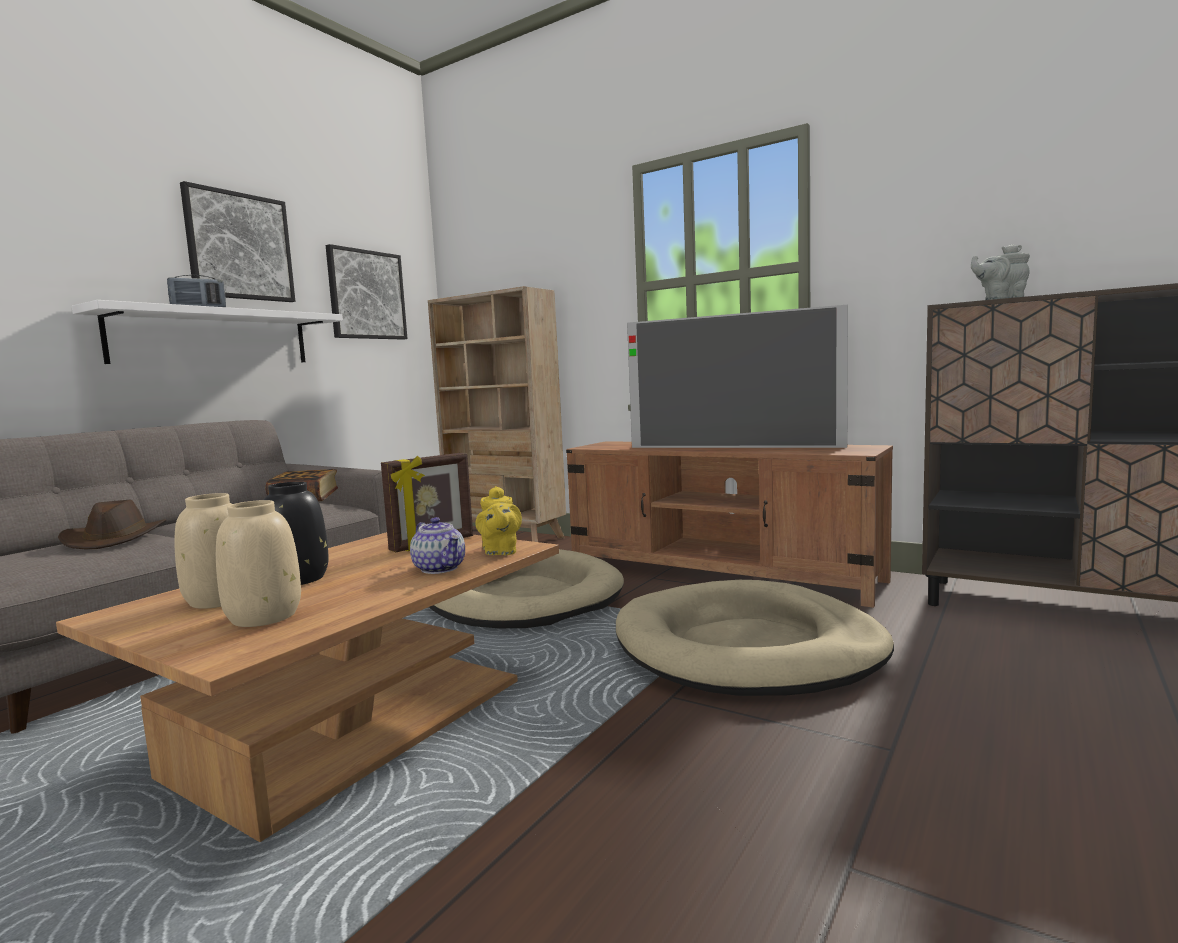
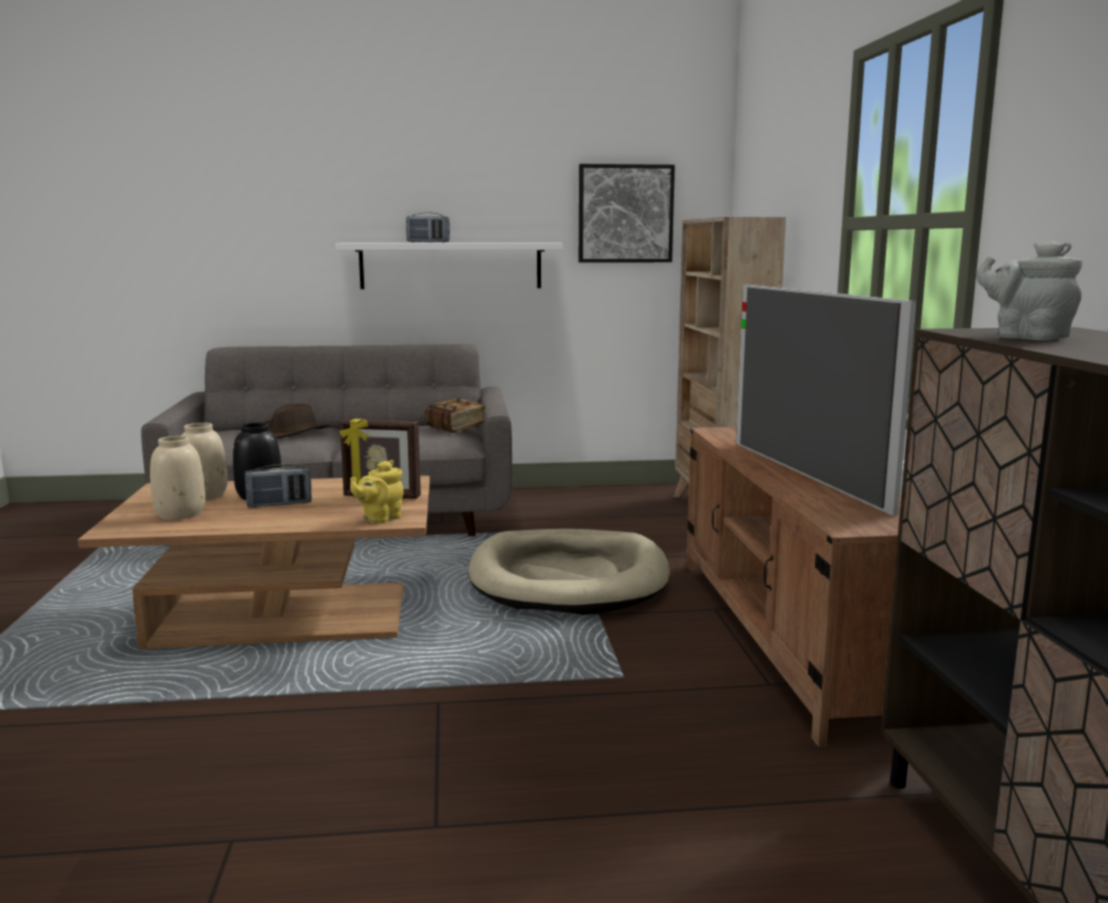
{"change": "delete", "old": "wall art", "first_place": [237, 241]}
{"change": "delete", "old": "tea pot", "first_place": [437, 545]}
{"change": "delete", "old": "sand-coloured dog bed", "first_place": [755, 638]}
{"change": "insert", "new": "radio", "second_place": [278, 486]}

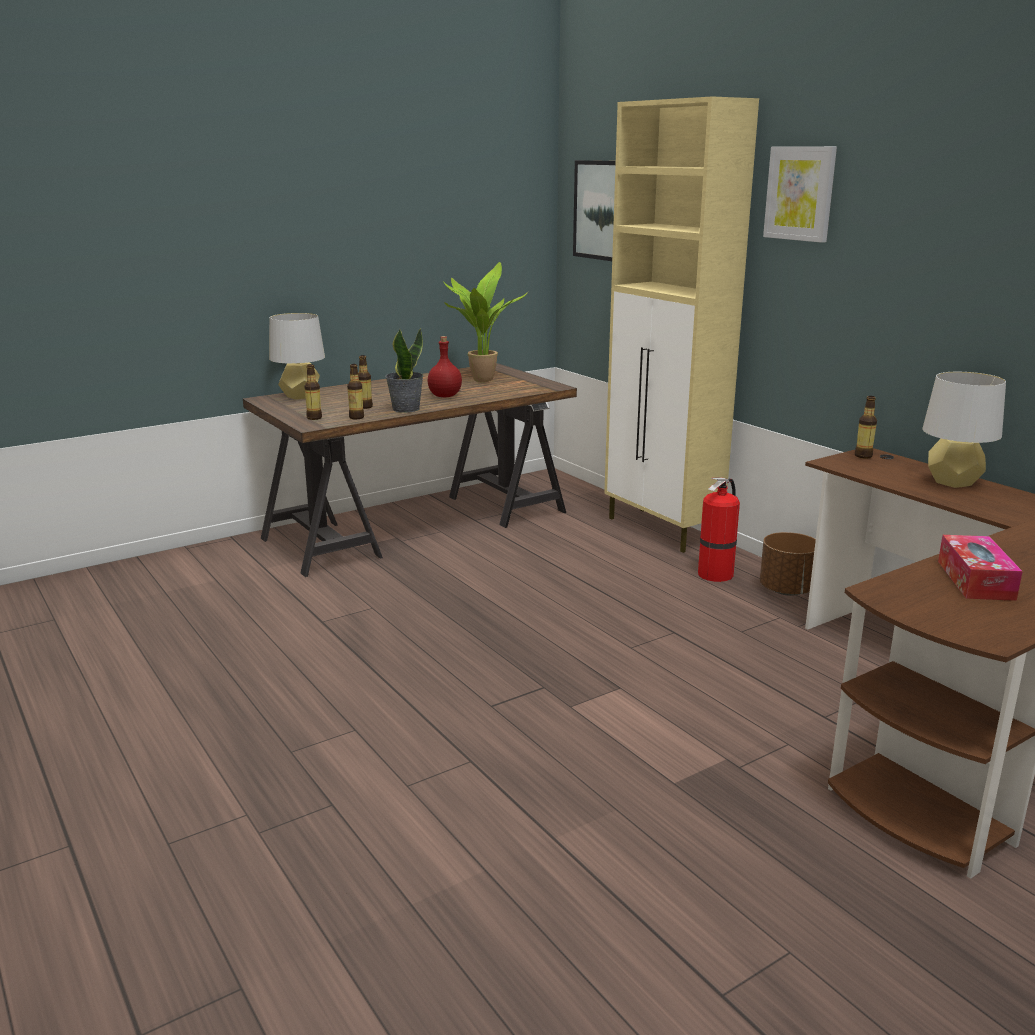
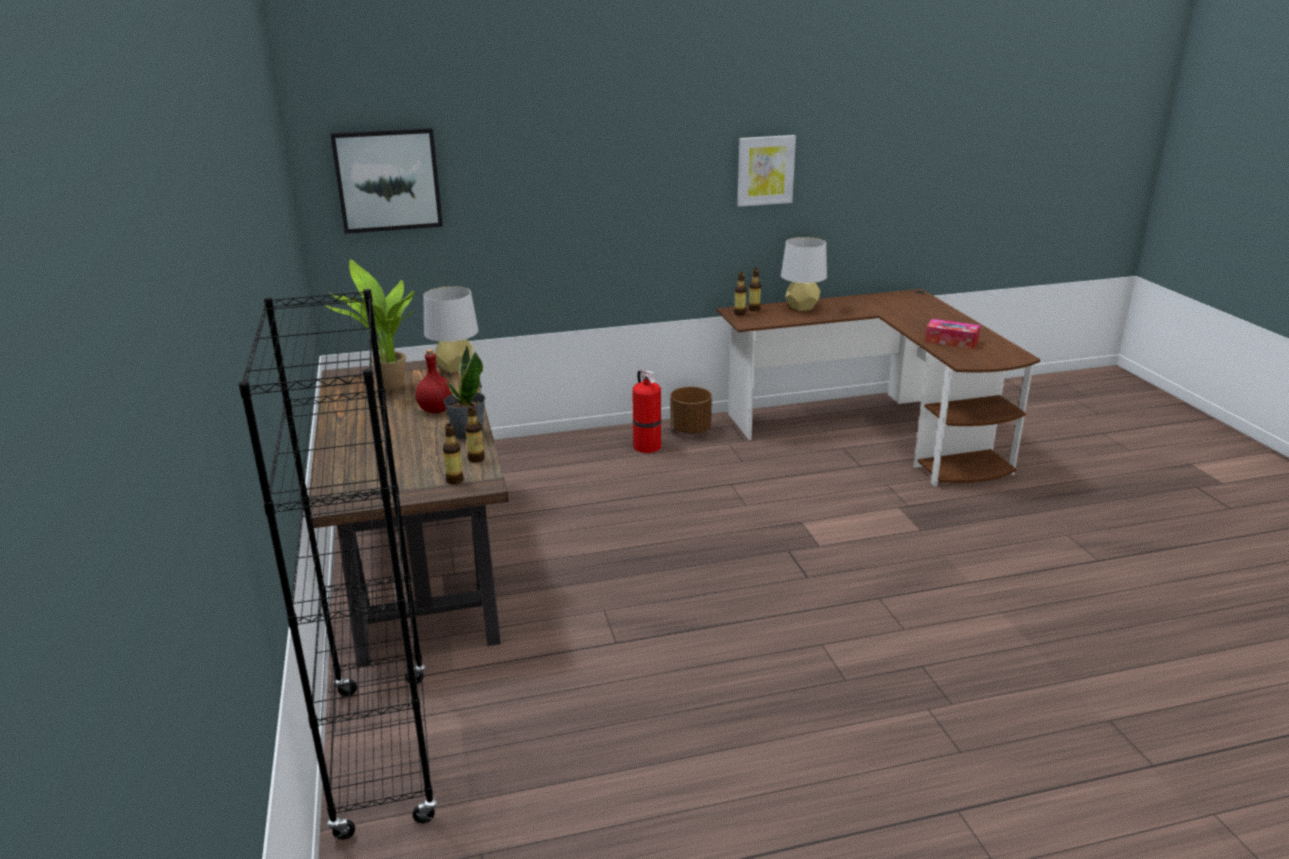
{"change": "move", "old": "greyish table lamp", "first_place": [297, 356], "second_place": [450, 329]}
{"change": "move", "old": "bottle", "first_place": [365, 382], "second_place": [755, 289]}
{"change": "delete", "old": "sand-coloured storage cabinet", "first_place": [681, 324]}
{"change": "move", "old": "wall art", "first_place": [800, 194], "second_place": [766, 171]}
{"change": "insert", "new": "black-coloured bookshelf", "second_place": [337, 564]}

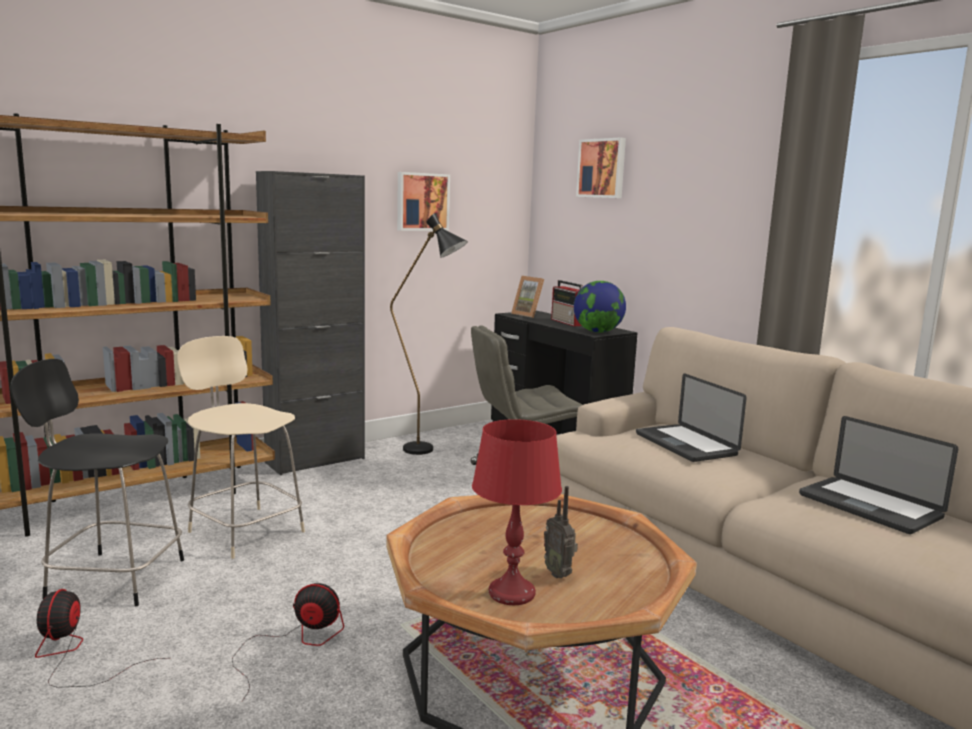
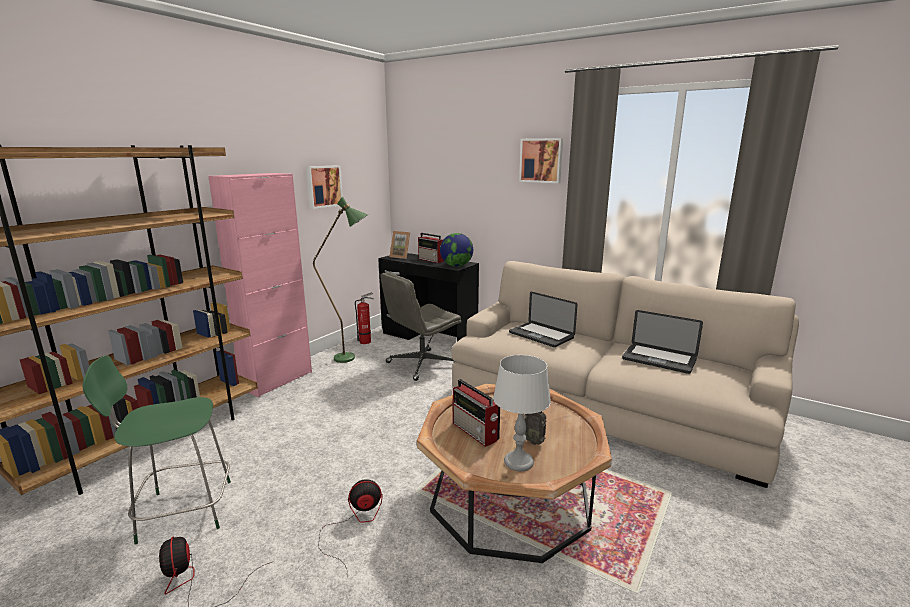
{"change": "recolor", "old": "black-coloured chair", "new": "greenish chair", "first_place": [97, 483], "second_place": [157, 450]}
{"change": "delete", "old": "sand-coloured chair", "first_place": [241, 447]}
{"change": "recolor", "old": "black-coloured storage cabinet", "new": "pink storage cabinet", "first_place": [310, 323], "second_place": [260, 285]}
{"change": "recolor", "old": "black-coloured standard lamp", "new": "greenish standard lamp", "first_place": [429, 334], "second_place": [340, 279]}
{"change": "recolor", "old": "red table lamp", "new": "greyish table lamp", "first_place": [517, 512], "second_place": [522, 413]}
{"change": "move", "old": "wall art", "first_place": [601, 167], "second_place": [541, 160]}
{"change": "insert", "new": "fire-fighting cylinder", "second_place": [364, 318]}
{"change": "insert", "new": "radio", "second_place": [476, 413]}

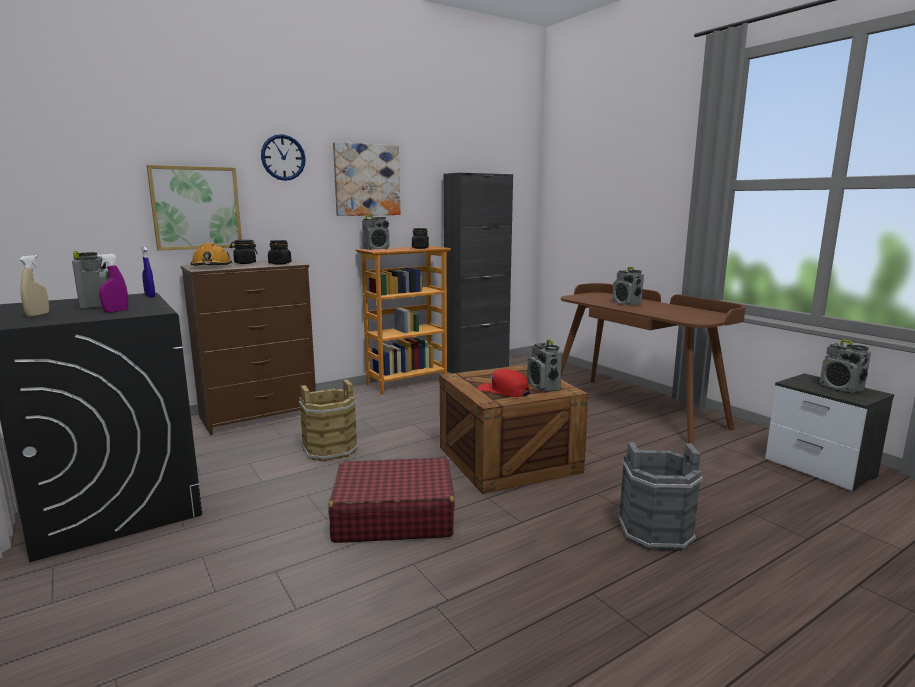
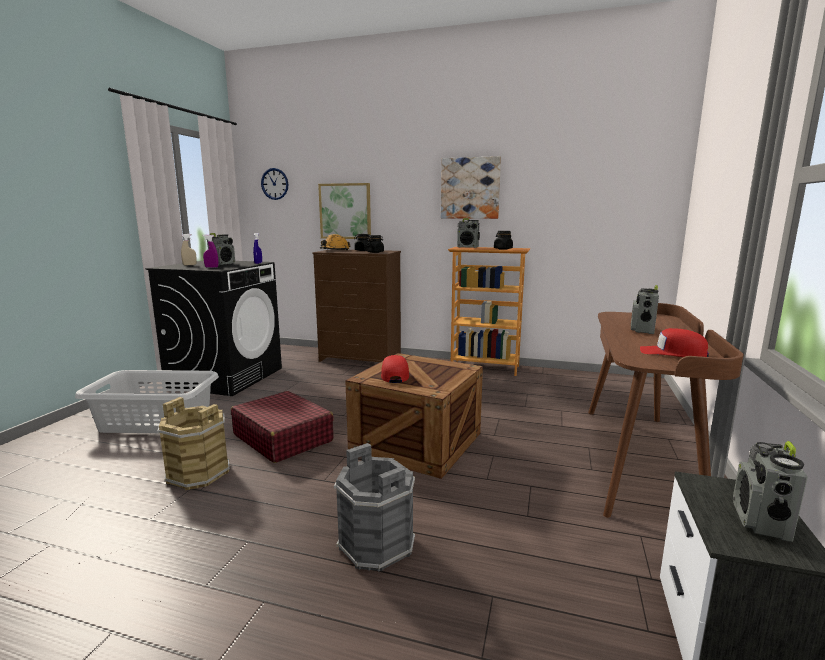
{"change": "move", "old": "wall clock", "first_place": [283, 157], "second_place": [274, 184]}
{"change": "move", "old": "brown water bucket", "first_place": [328, 420], "second_place": [193, 443]}
{"change": "delete", "old": "black-coloured storage cabinet", "first_place": [478, 273]}
{"change": "delete", "old": "radio", "first_place": [544, 365]}
{"change": "insert", "new": "greyish hamper", "second_place": [147, 401]}
{"change": "insert", "new": "red cap", "second_place": [674, 342]}

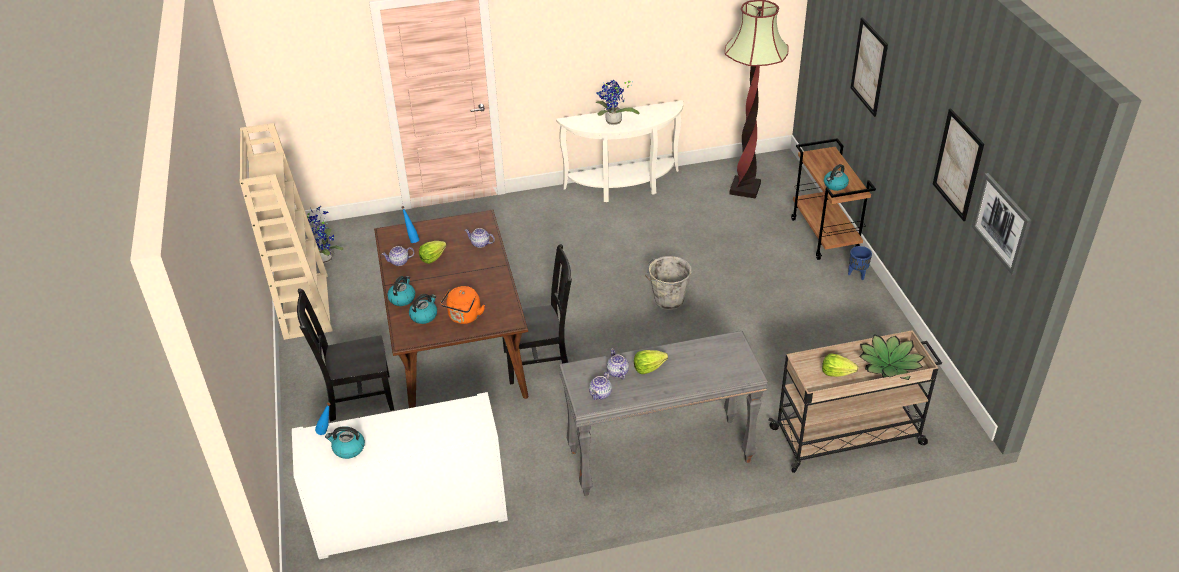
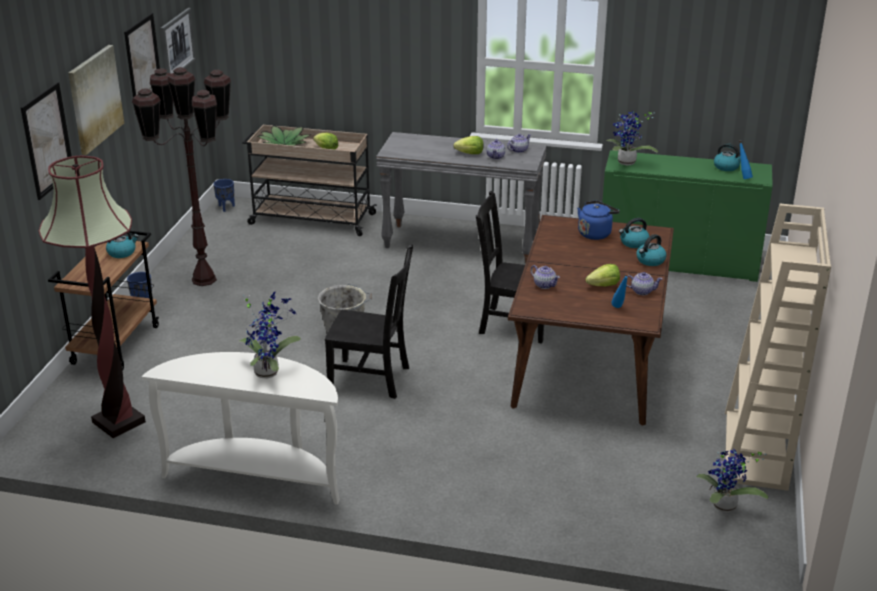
{"change": "recolor", "old": "white storage cabinet", "new": "greenish storage cabinet", "first_place": [400, 475], "second_place": [687, 216]}
{"change": "move", "old": "black-coloured chair", "first_place": [345, 355], "second_place": [369, 322]}
{"change": "recolor", "old": "orange-coloured water kettle", "new": "bluish water kettle", "first_place": [462, 305], "second_place": [598, 220]}
{"change": "insert", "new": "wall art", "second_place": [96, 100]}
{"change": "insert", "new": "brown standard lamp", "second_place": [181, 176]}
{"change": "insert", "new": "bluish flower pot", "second_place": [224, 195]}
{"change": "insert", "new": "houseplant", "second_place": [632, 138]}

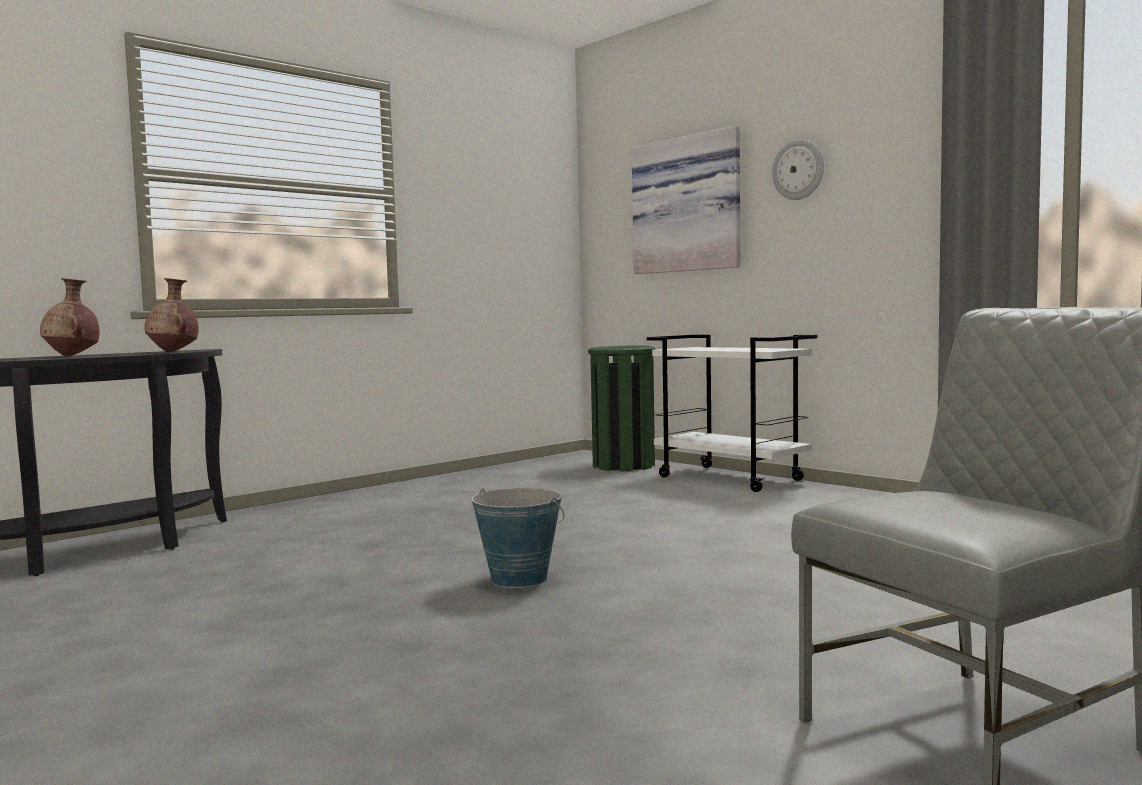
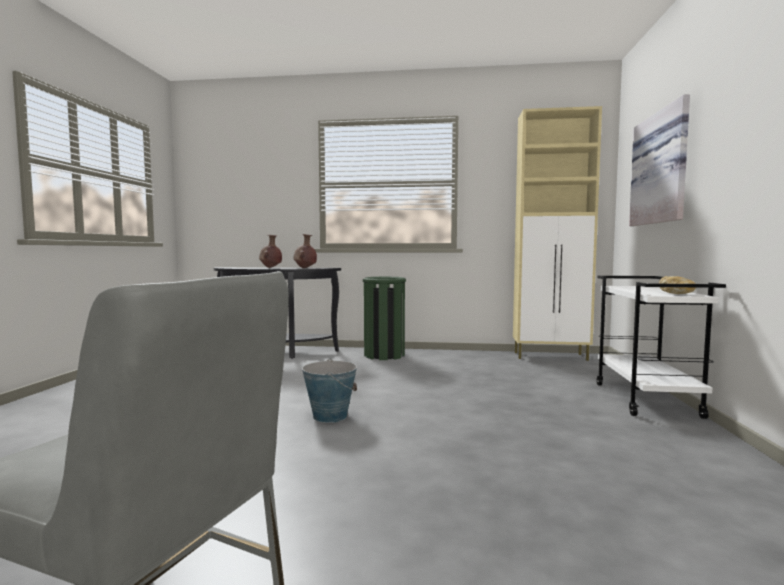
{"change": "move", "old": "greenish trash can", "first_place": [621, 408], "second_place": [384, 318]}
{"change": "delete", "old": "wall clock", "first_place": [798, 169]}
{"change": "insert", "new": "sand-coloured storage cabinet", "second_place": [557, 233]}
{"change": "insert", "new": "baked bread", "second_place": [677, 285]}

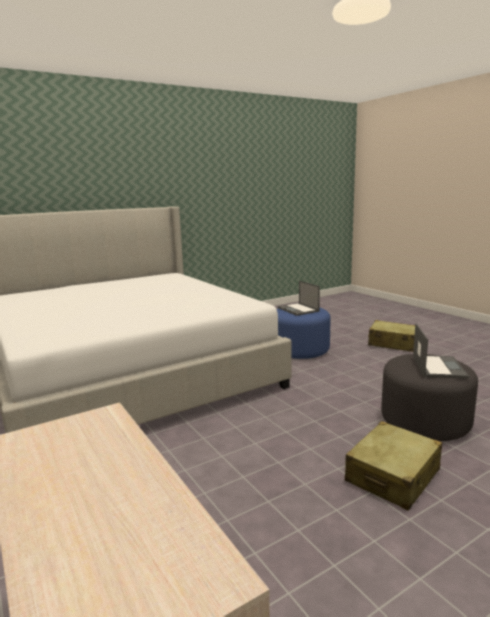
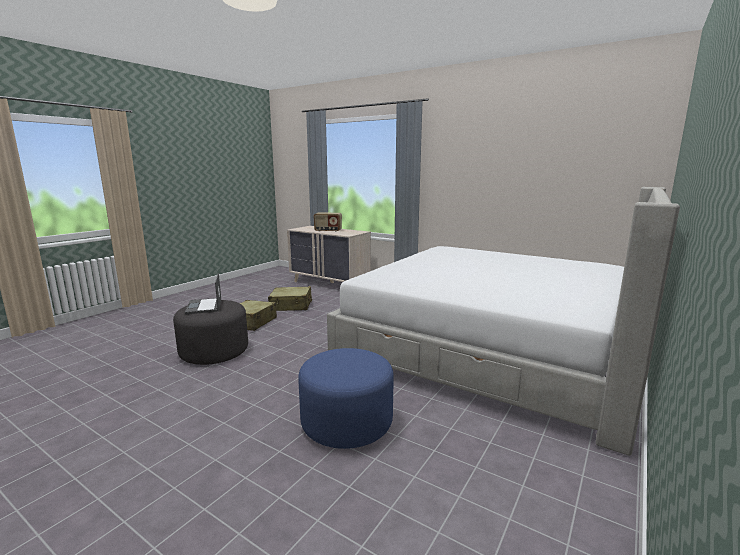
{"change": "delete", "old": "portable computer", "first_place": [299, 298]}
{"change": "move", "old": "sand-coloured travel case", "first_place": [391, 336], "second_place": [290, 298]}
{"change": "insert", "new": "radio", "second_place": [327, 222]}

